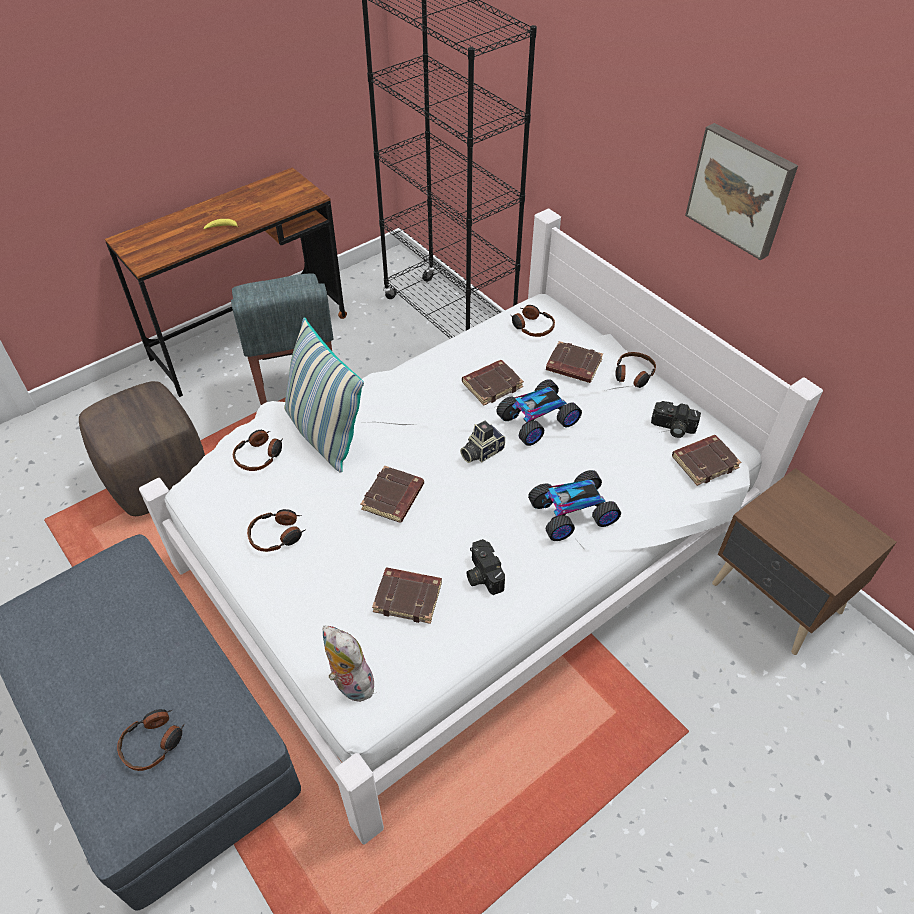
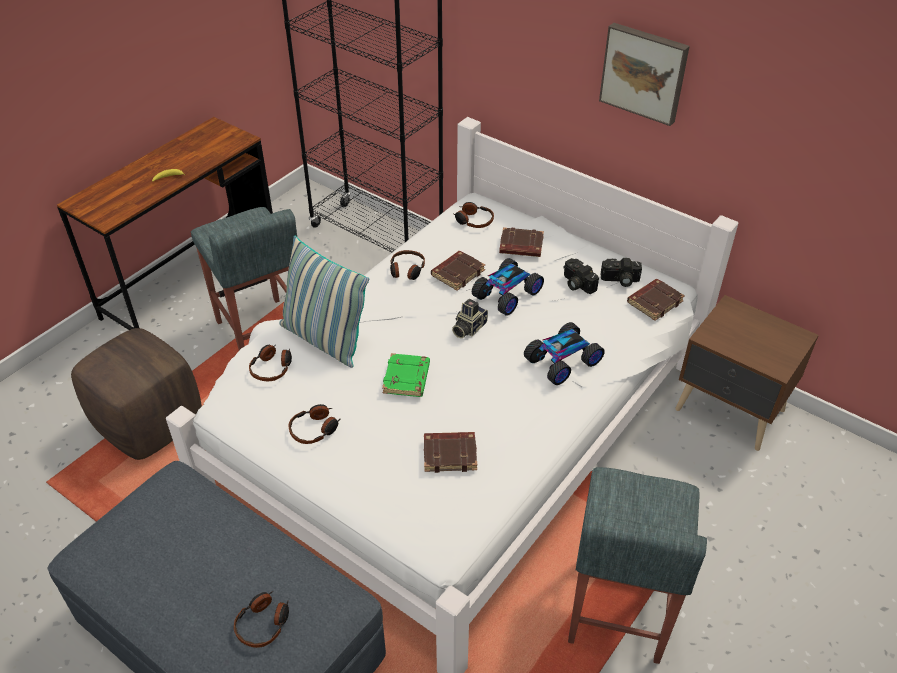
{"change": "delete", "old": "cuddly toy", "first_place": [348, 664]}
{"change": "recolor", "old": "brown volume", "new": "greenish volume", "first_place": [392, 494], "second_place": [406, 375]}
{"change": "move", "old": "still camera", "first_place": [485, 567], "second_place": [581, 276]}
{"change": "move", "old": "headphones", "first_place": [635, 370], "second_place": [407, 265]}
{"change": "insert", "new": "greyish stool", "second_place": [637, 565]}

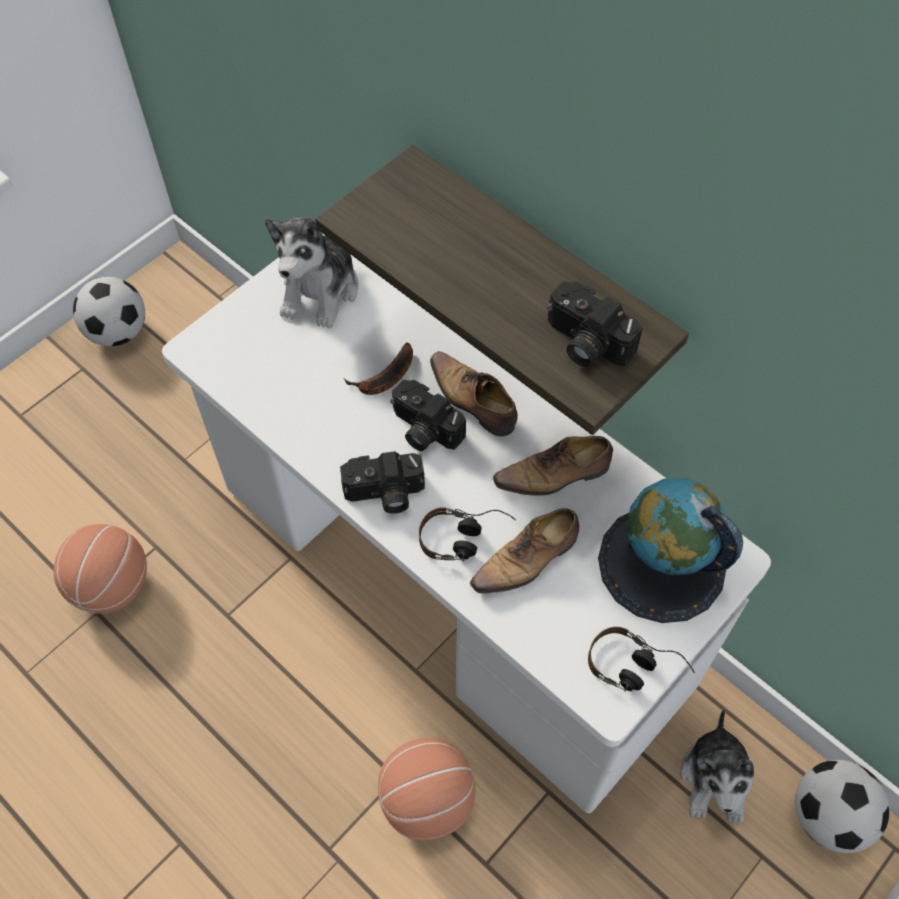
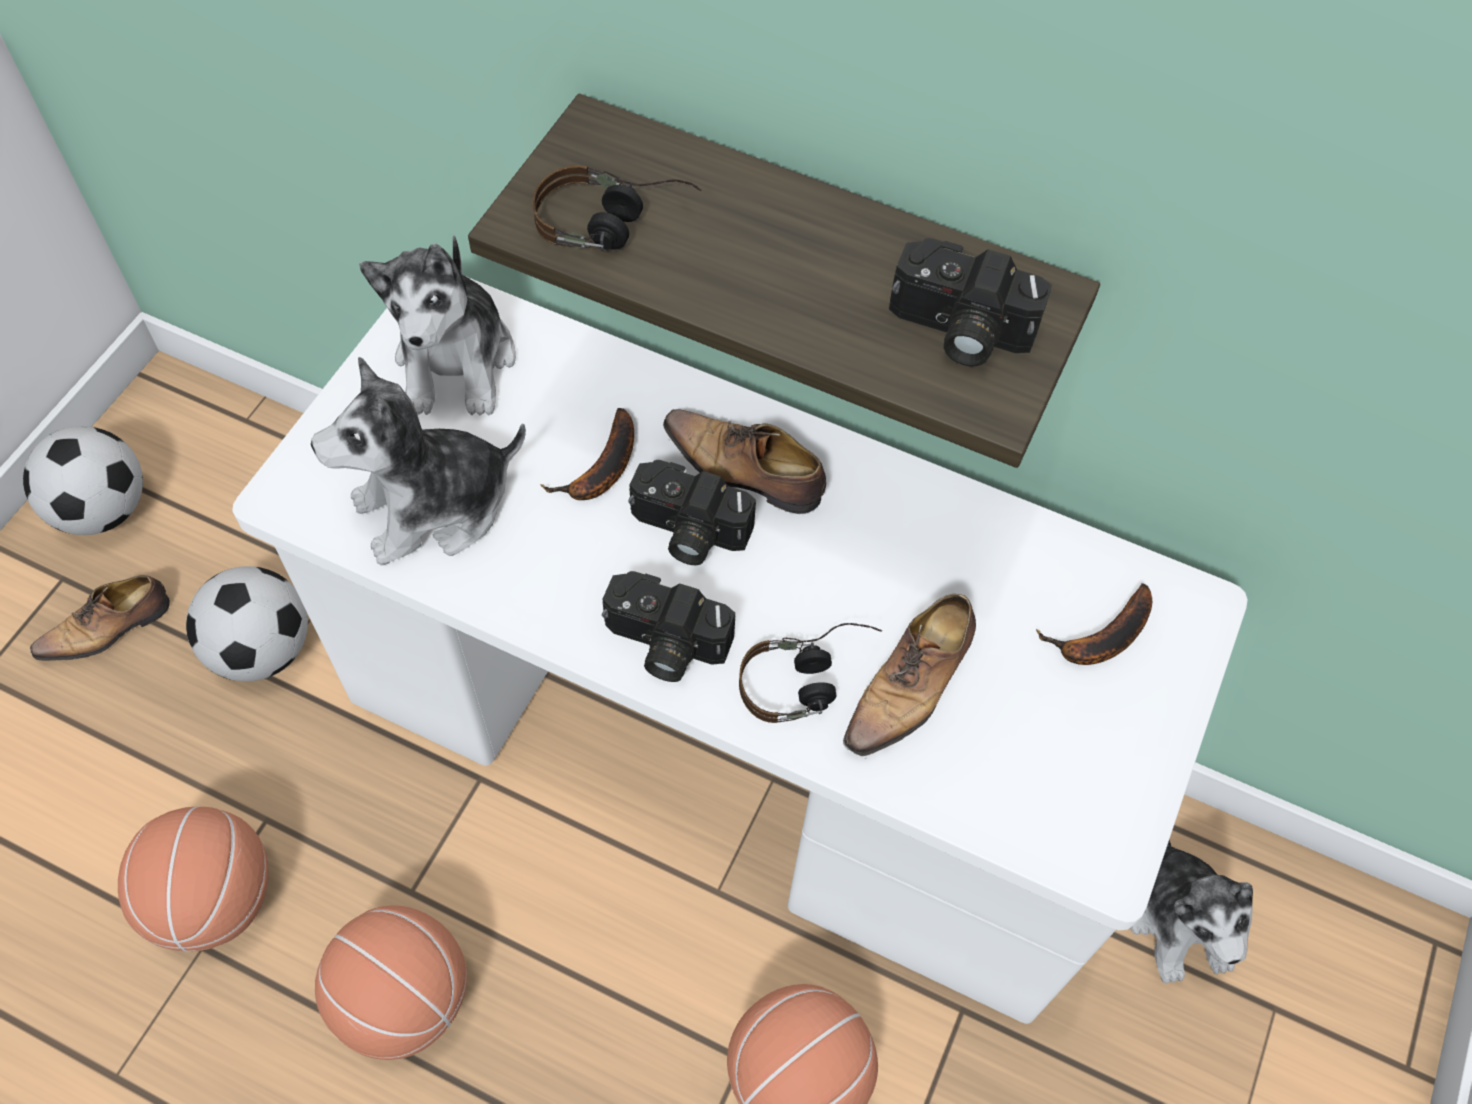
{"change": "rotate", "old": "still camera", "first_place": [382, 482], "second_place": [669, 626], "degrees": 45}
{"change": "move", "old": "low shoe", "first_place": [553, 466], "second_place": [100, 619]}
{"change": "move", "old": "headphones", "first_place": [641, 659], "second_place": [617, 208]}
{"change": "replace", "old": "desk globe", "new": "banana", "first_place": [670, 550], "second_place": [1094, 624]}
{"change": "move", "old": "ball for football", "first_place": [842, 806], "second_place": [247, 624]}
{"change": "insert", "new": "cuddly toy", "second_place": [418, 461]}
{"change": "insert", "new": "ball for basketball", "second_place": [391, 982]}

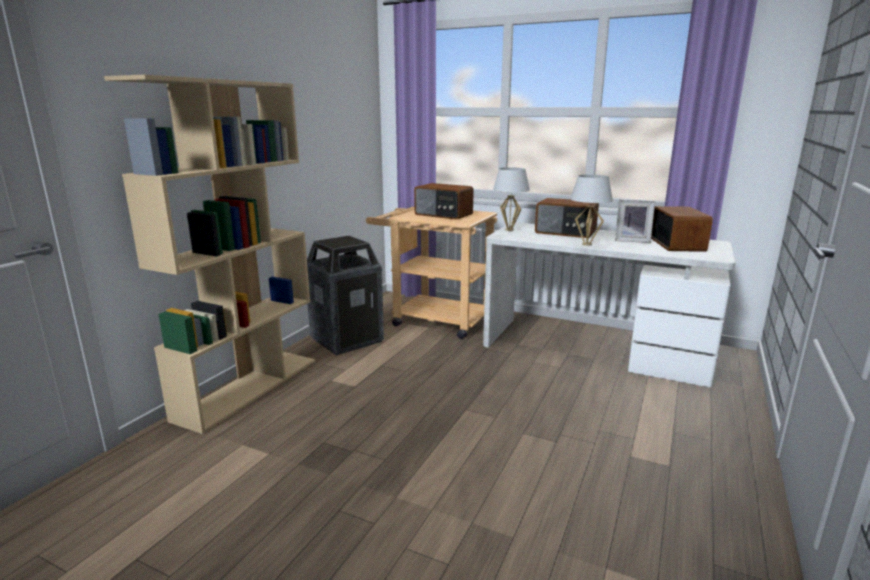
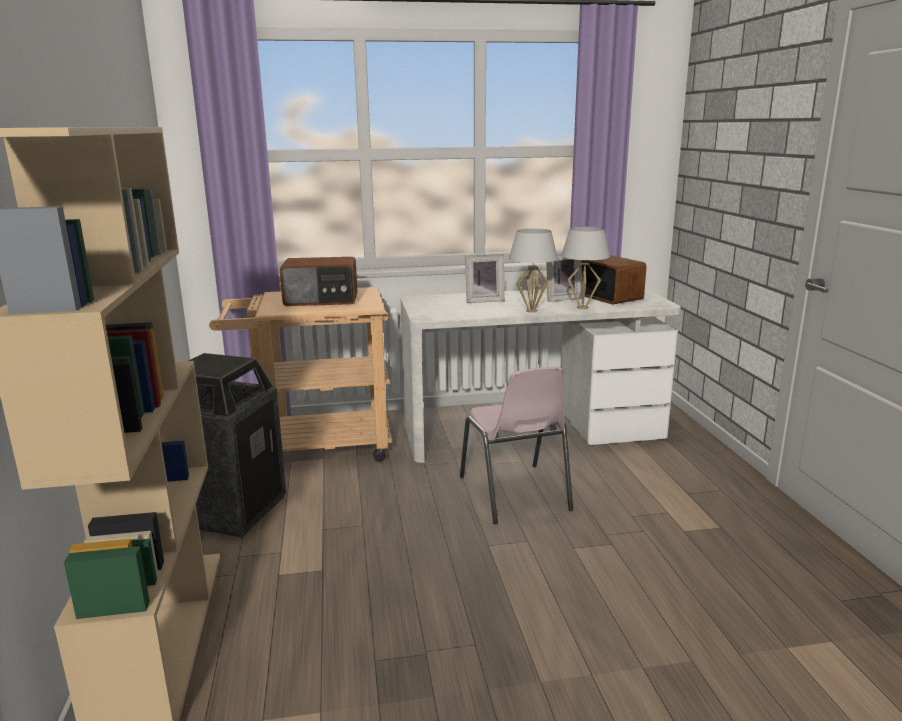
{"change": "move", "old": "white table lamp", "first_place": [511, 199], "second_place": [585, 268]}
{"change": "replace", "old": "radio", "new": "photo frame", "first_place": [567, 218], "second_place": [485, 278]}
{"change": "insert", "new": "pink chair", "second_place": [516, 445]}

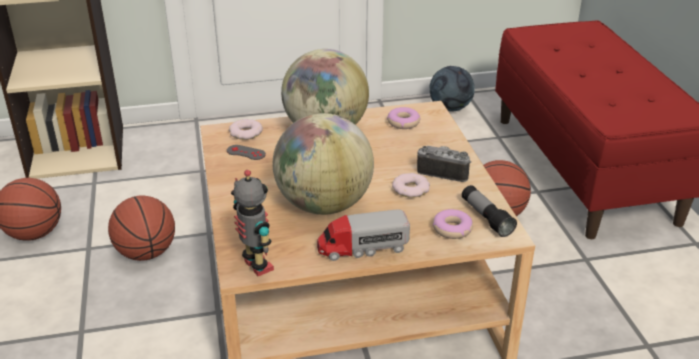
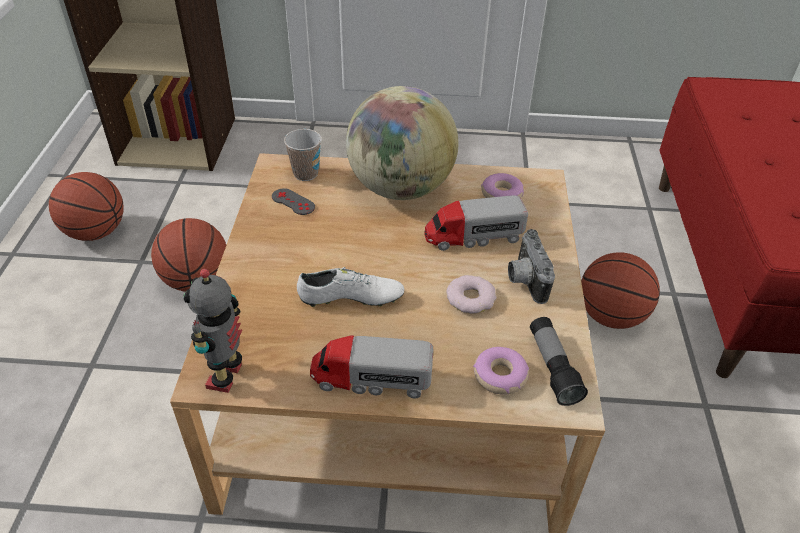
{"change": "replace", "old": "doughnut", "new": "small cup", "first_place": [246, 129], "second_place": [303, 155]}
{"change": "rotate", "old": "model robot", "first_place": [252, 223], "second_place": [213, 331], "degrees": -150}
{"change": "replace", "old": "desk globe", "new": "white low shoe", "first_place": [323, 164], "second_place": [350, 287]}
{"change": "rotate", "old": "still camera", "first_place": [444, 164], "second_place": [531, 266], "degrees": -135}
{"change": "delete", "old": "ball for football", "first_place": [452, 89]}
{"change": "insert", "new": "model truck", "second_place": [476, 223]}

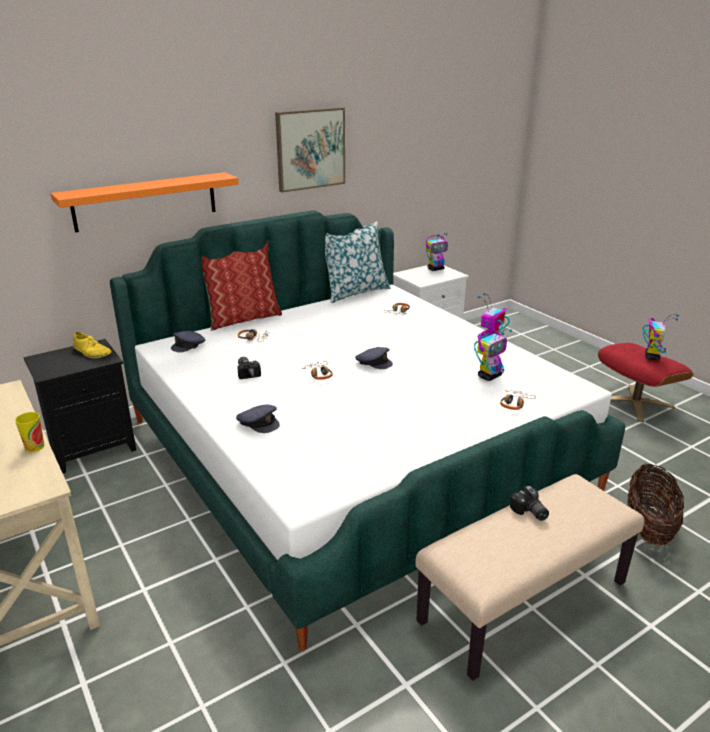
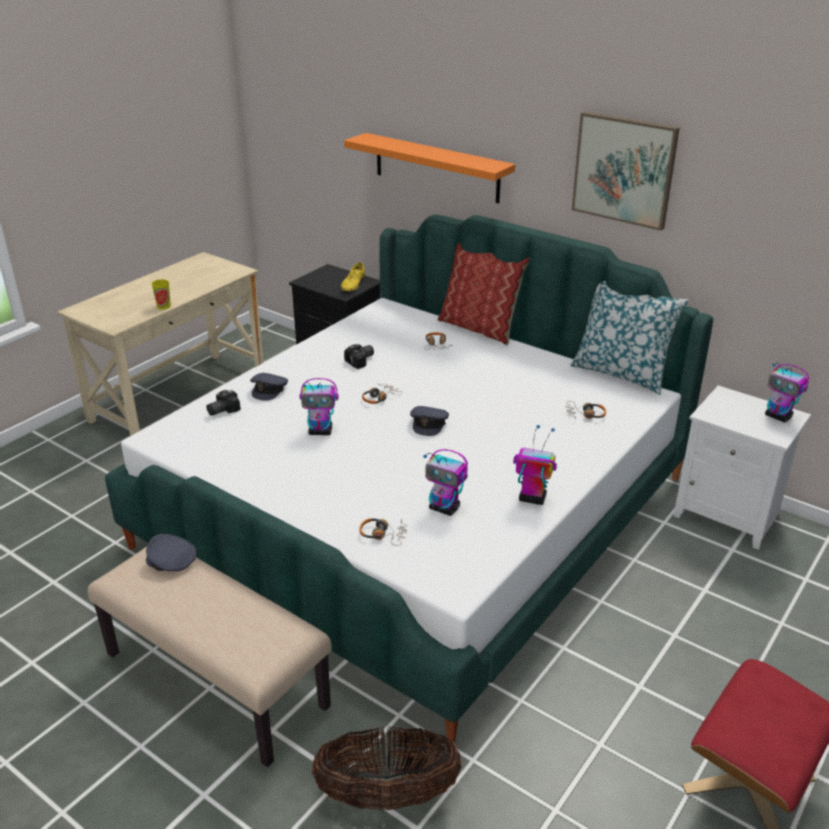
{"change": "move", "old": "greyish cap", "first_place": [188, 341], "second_place": [171, 552]}
{"change": "move", "old": "still camera", "first_place": [529, 503], "second_place": [224, 403]}
{"change": "move", "old": "model robot", "first_place": [660, 337], "second_place": [319, 406]}

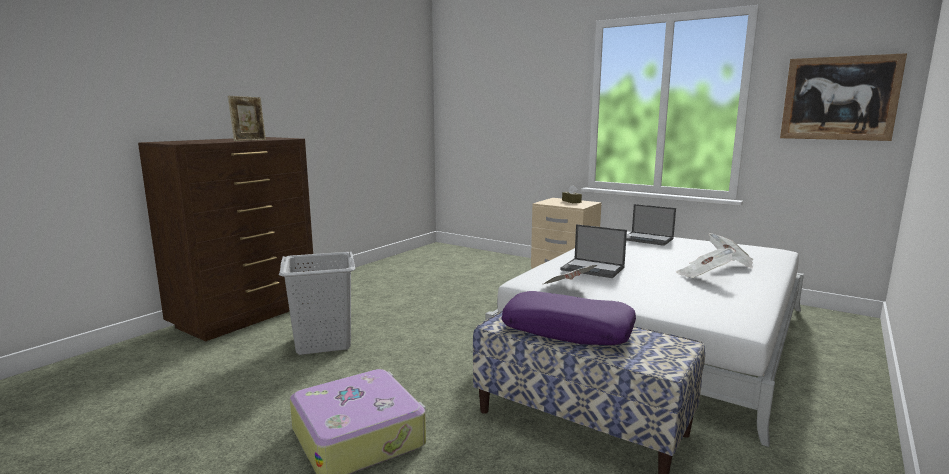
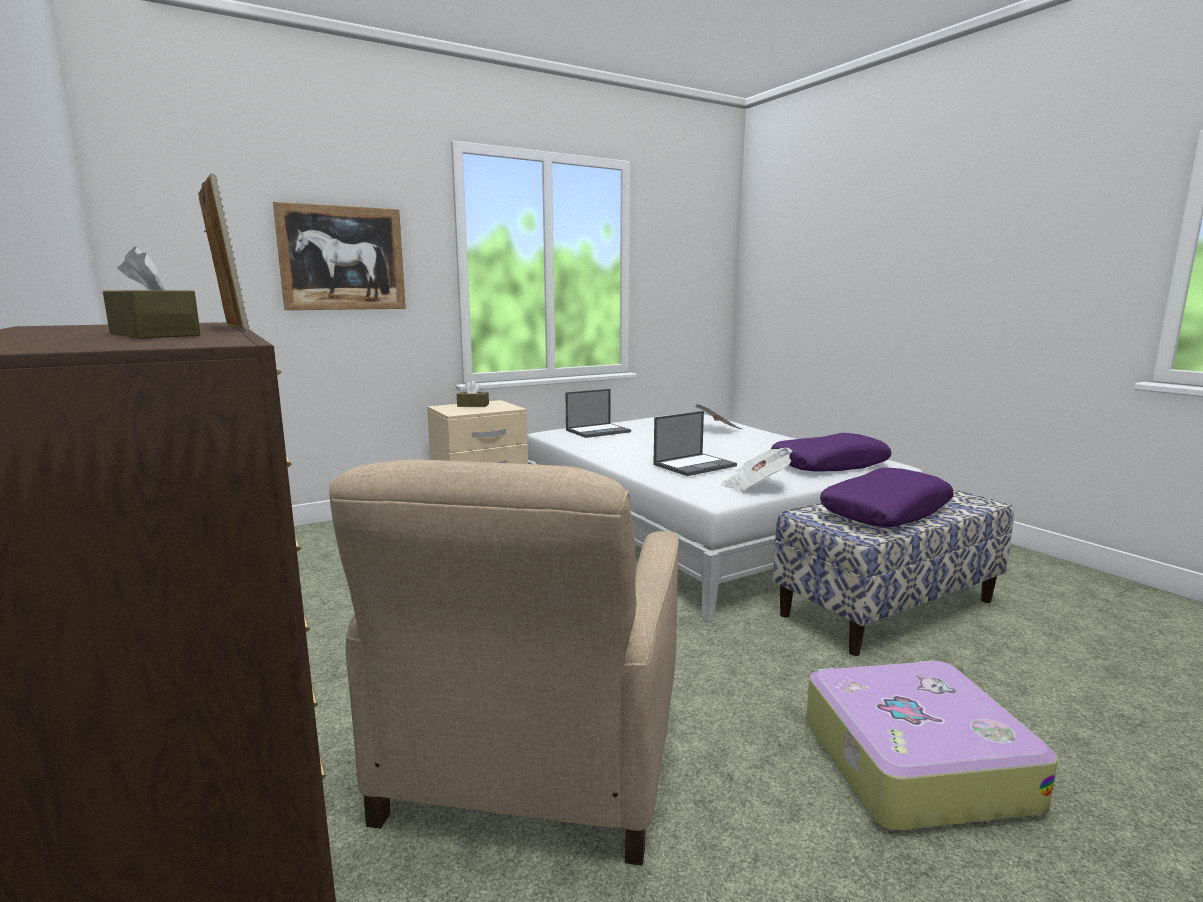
{"change": "replace", "old": "greyish hamper", "new": "sand-coloured lounge chair", "first_place": [317, 303], "second_place": [504, 662]}
{"change": "delete", "old": "printed paper", "first_place": [705, 263]}
{"change": "move", "old": "wall art", "first_place": [843, 97], "second_place": [339, 256]}
{"change": "insert", "new": "brown tissue box", "second_place": [152, 292]}
{"change": "insert", "new": "purple-coloured pillow", "second_place": [831, 452]}

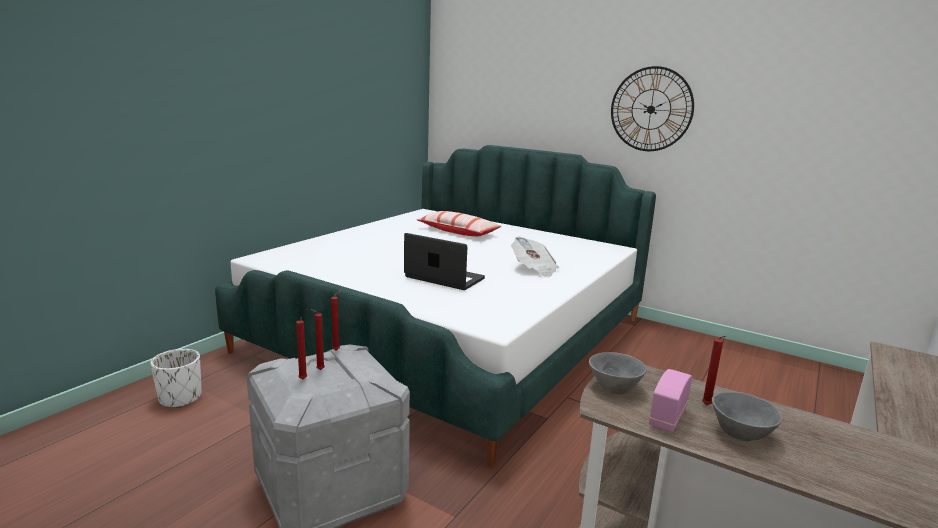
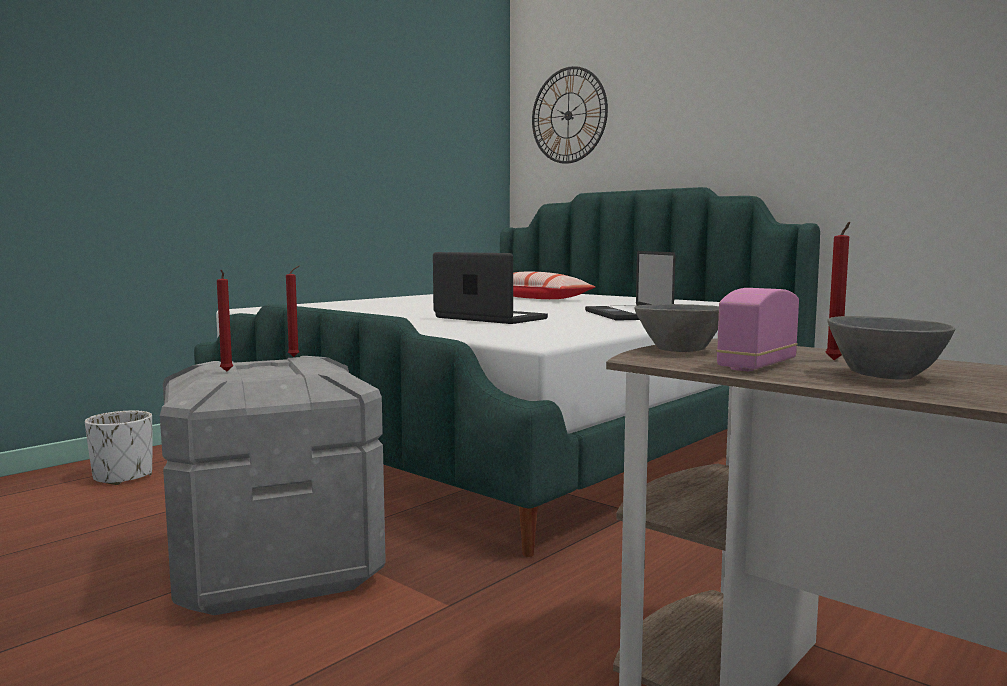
{"change": "delete", "old": "red candle", "first_place": [318, 339]}
{"change": "replace", "old": "printed paper", "new": "portable computer", "first_place": [535, 257], "second_place": [630, 286]}
{"change": "move", "old": "wall clock", "first_place": [652, 108], "second_place": [570, 115]}

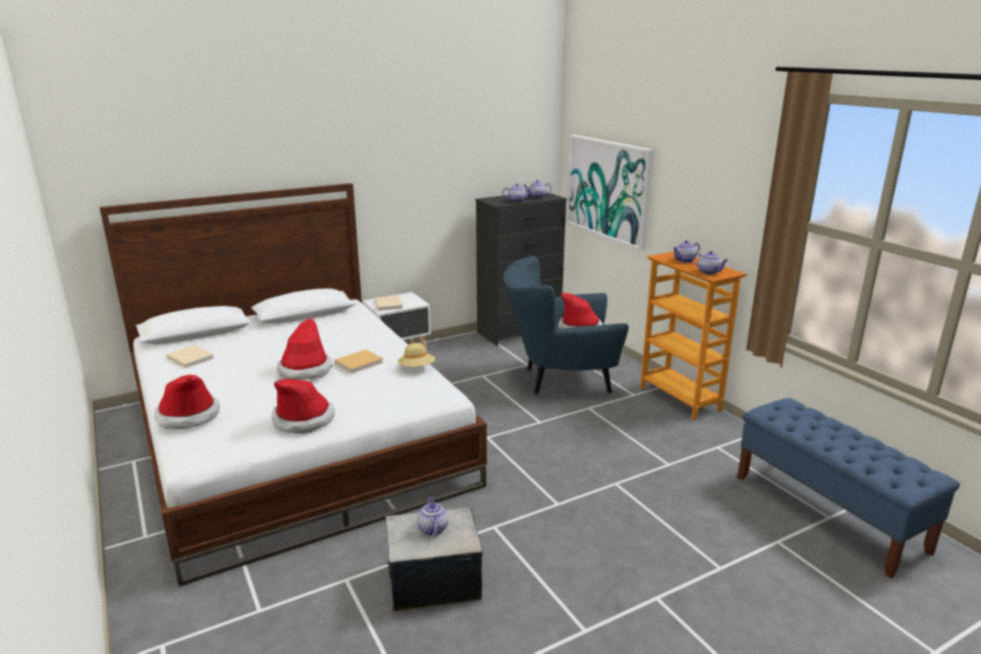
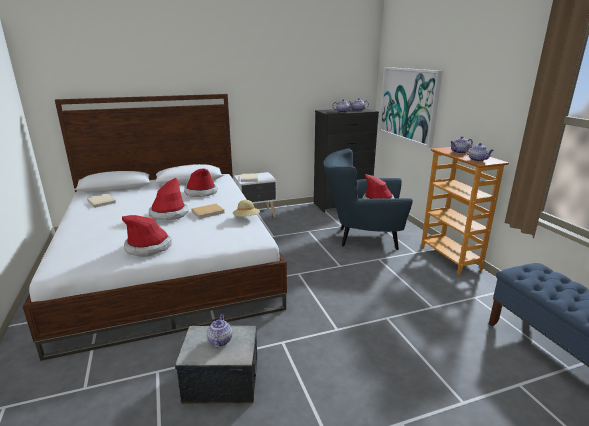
{"change": "move", "old": "clothing hat", "first_place": [187, 402], "second_place": [200, 183]}

